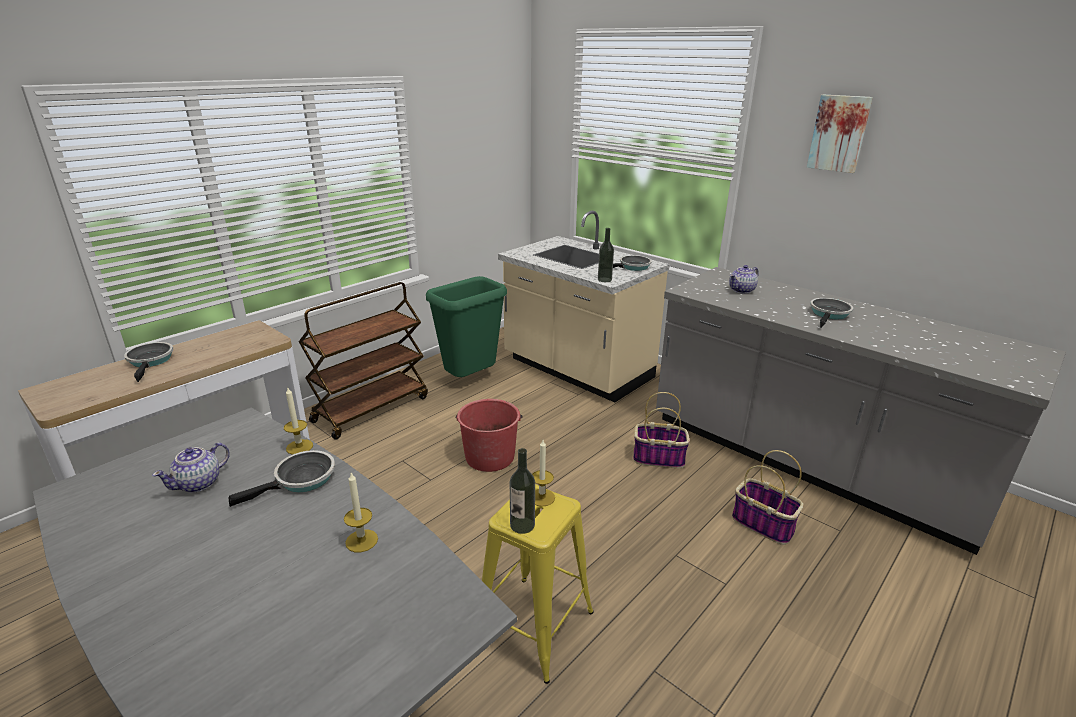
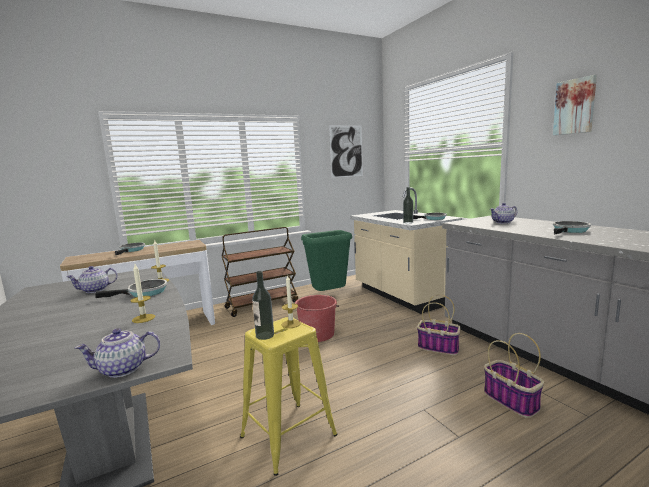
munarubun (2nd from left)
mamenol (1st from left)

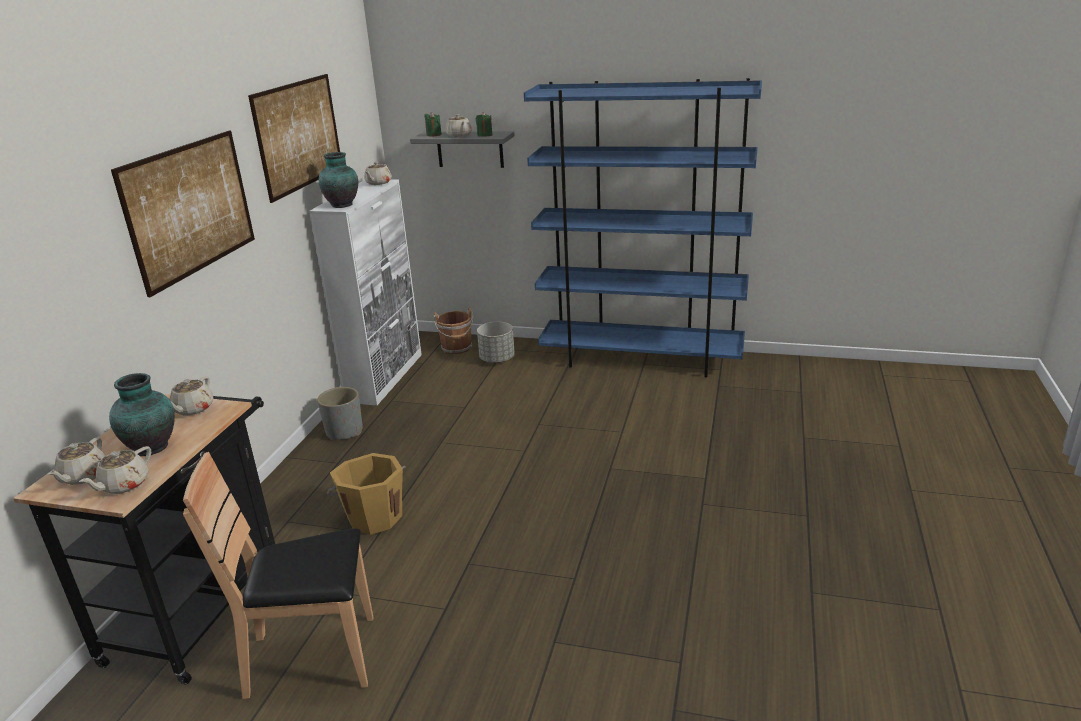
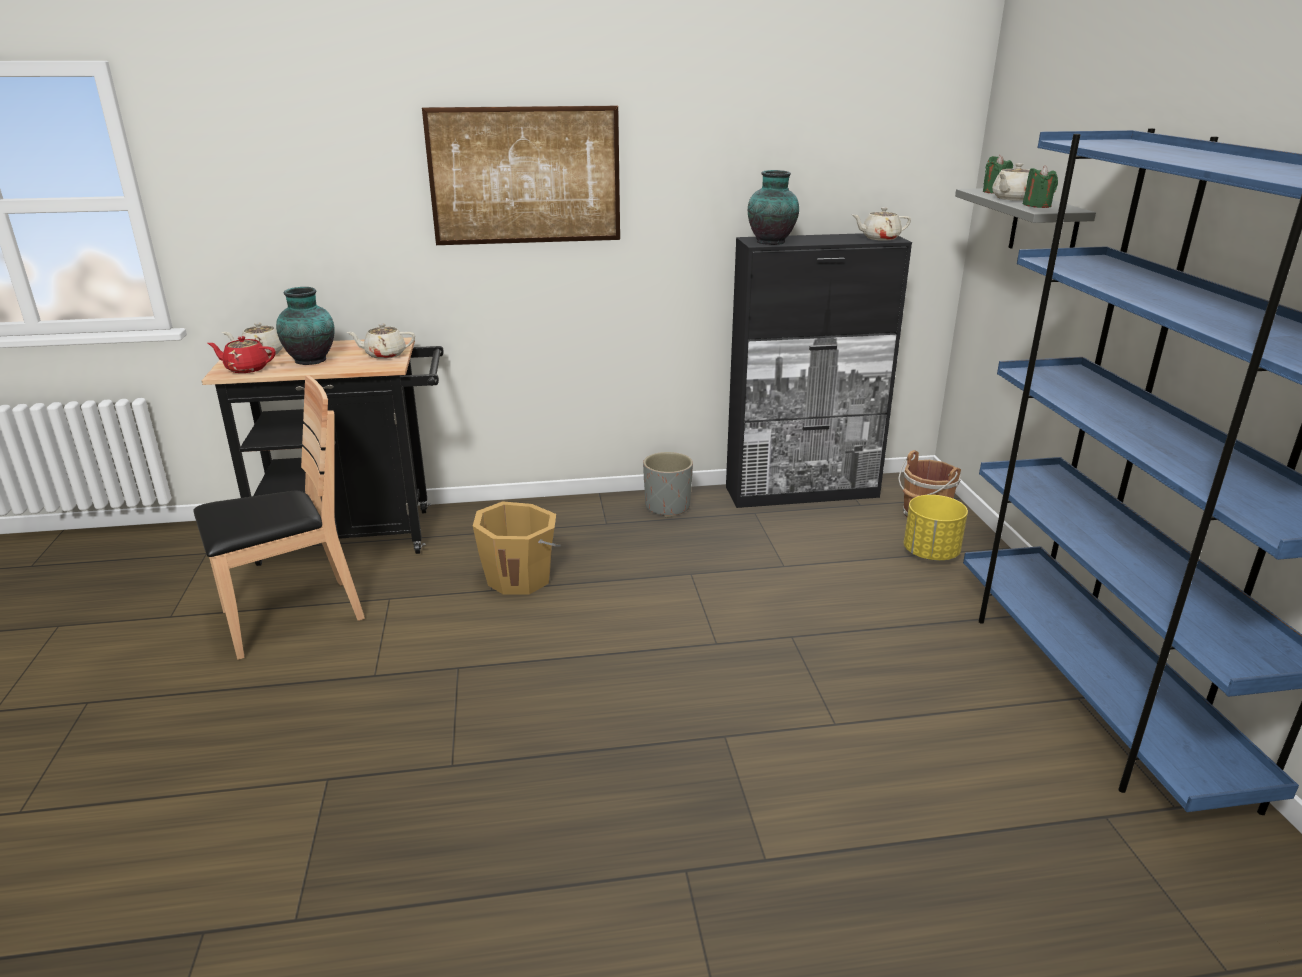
mamenol (2nd from left in the first image)
munarubun (red)
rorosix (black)
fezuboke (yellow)
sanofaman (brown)

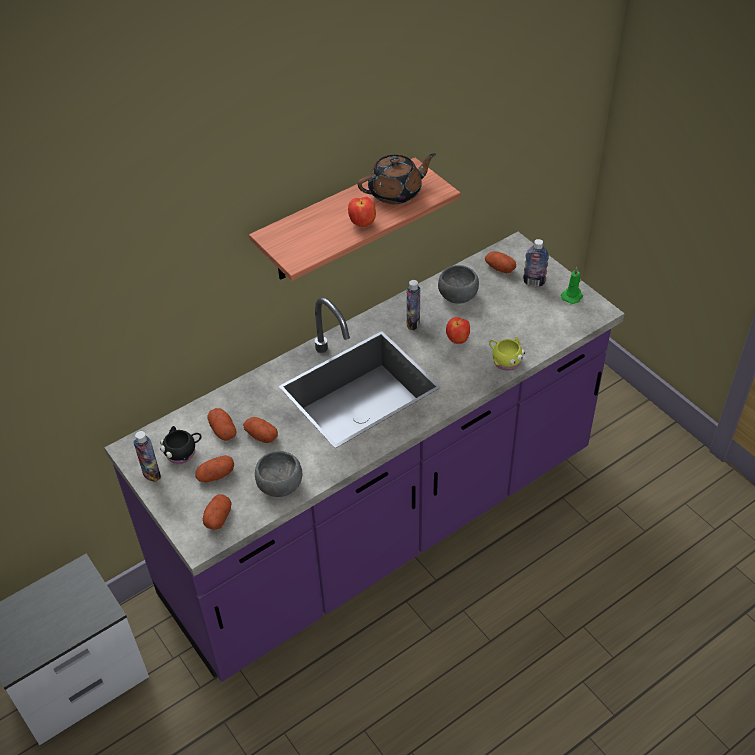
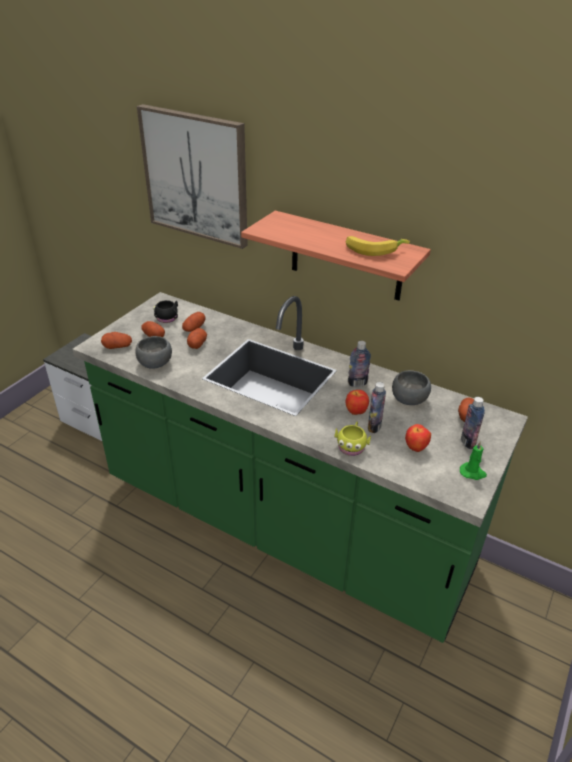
mamenol
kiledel (2nd from left)
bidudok (2nd from left)
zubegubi
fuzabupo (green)

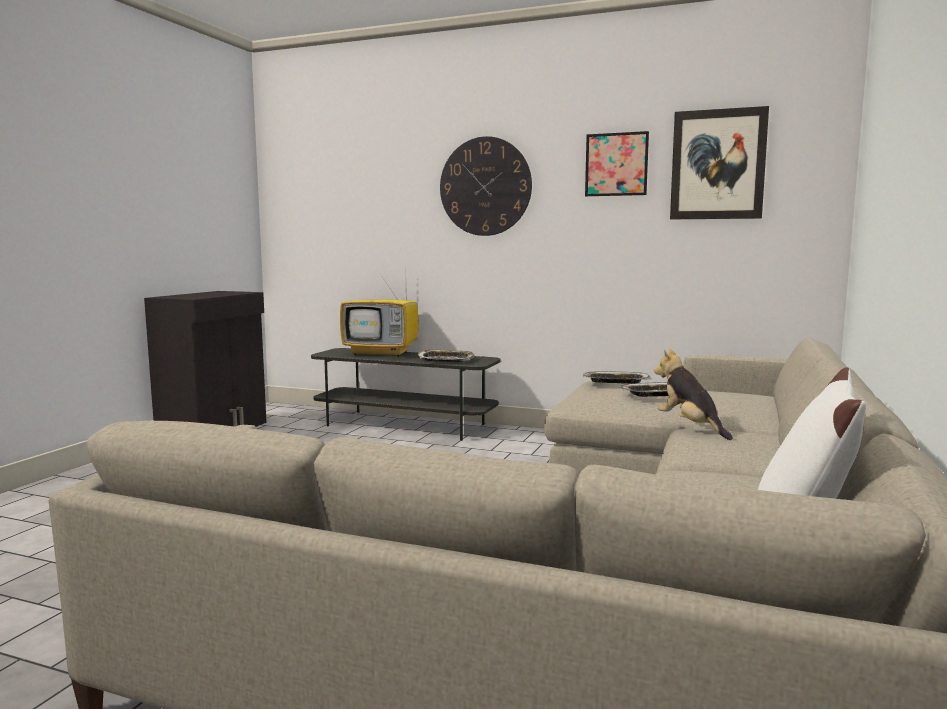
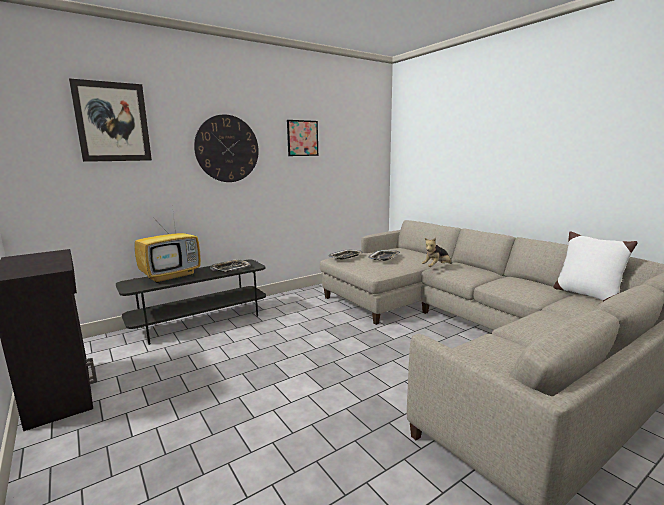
mamenol (1st from left)
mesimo

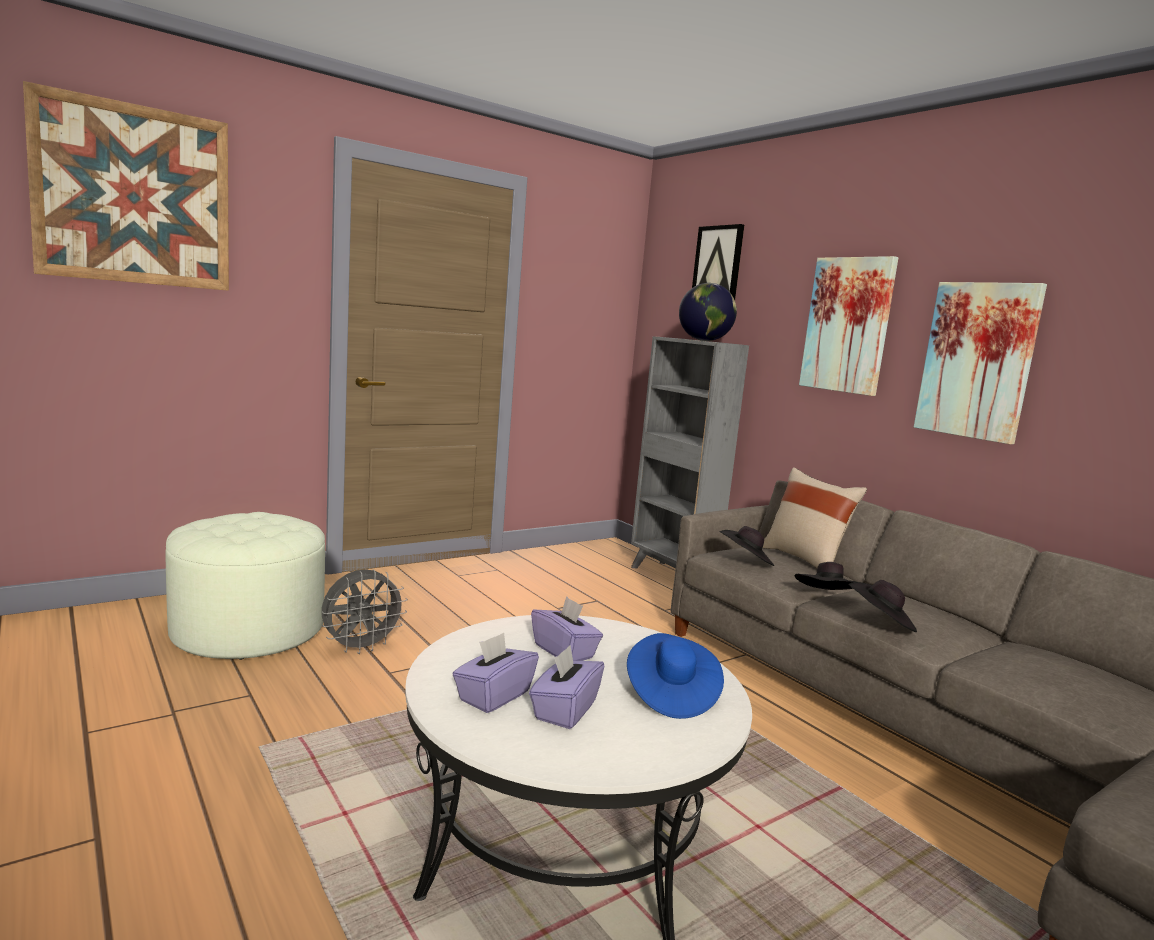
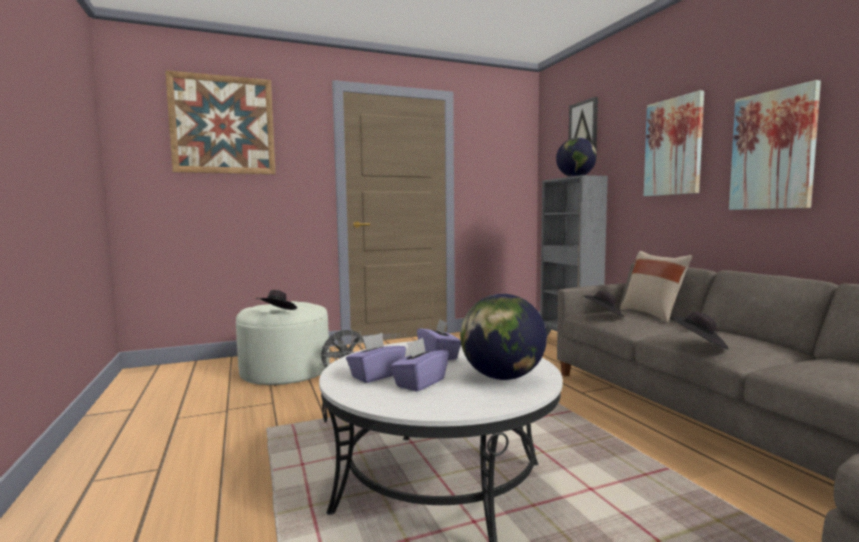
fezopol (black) (1st from left)
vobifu (1st from left)

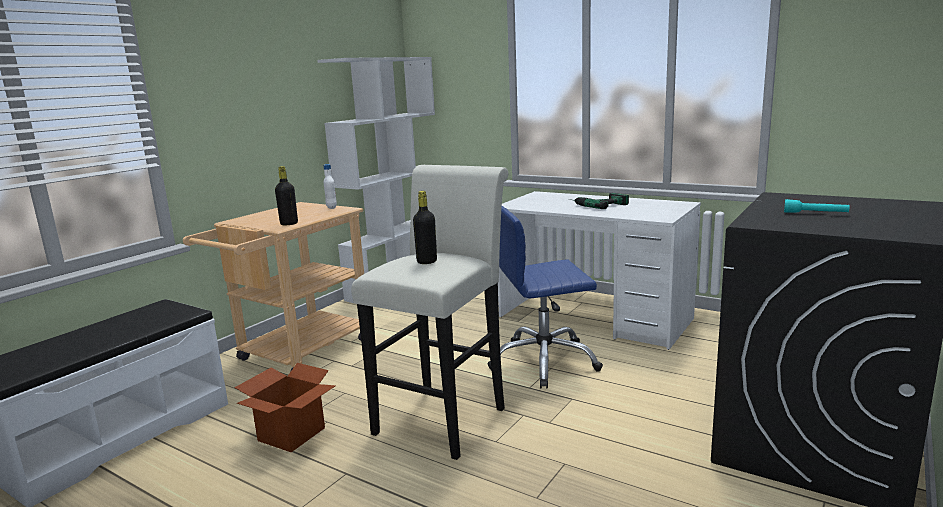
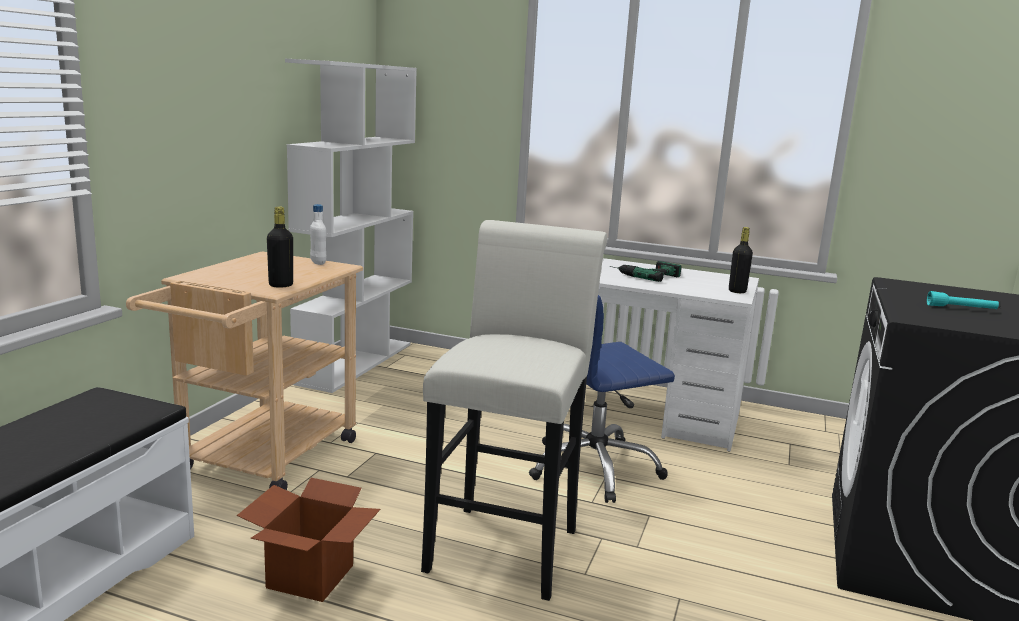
kiledel (black) (2nd from left)

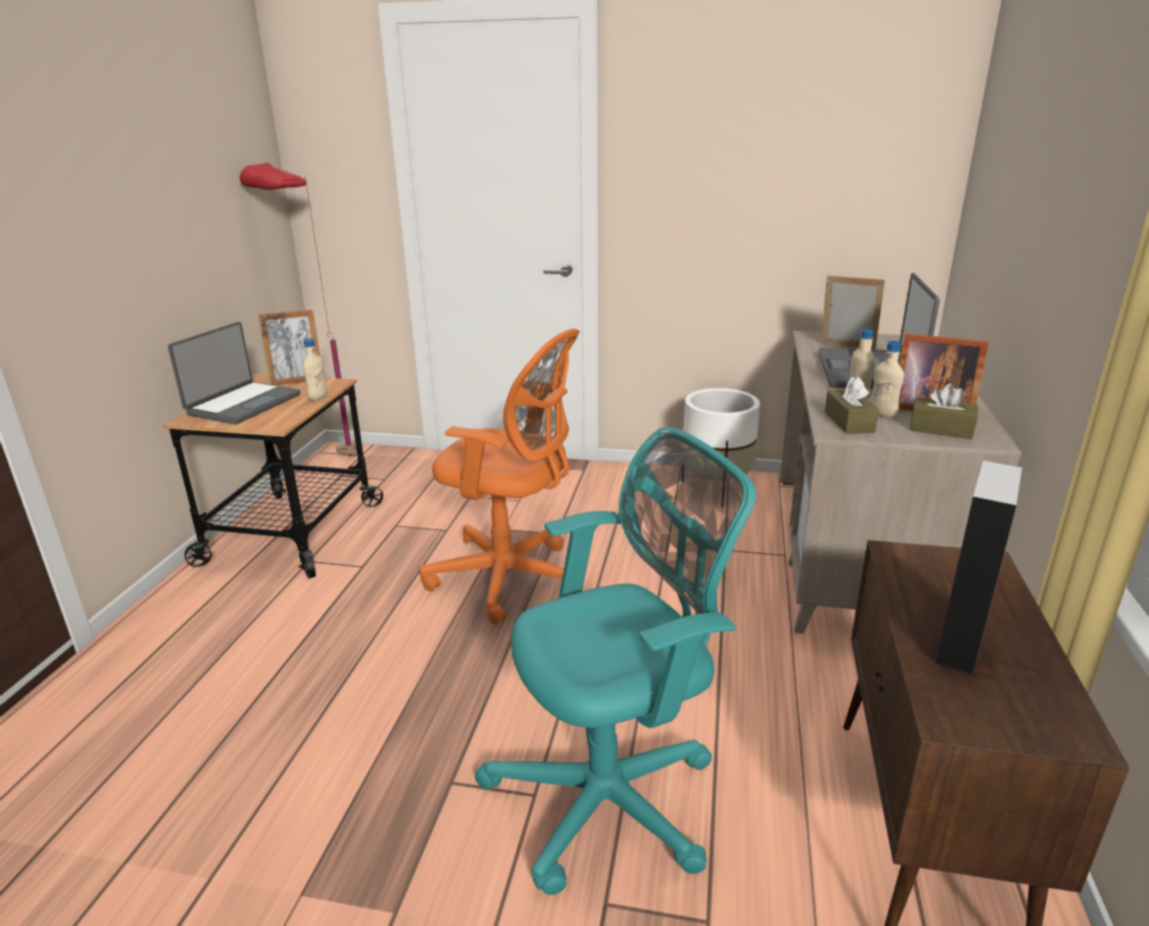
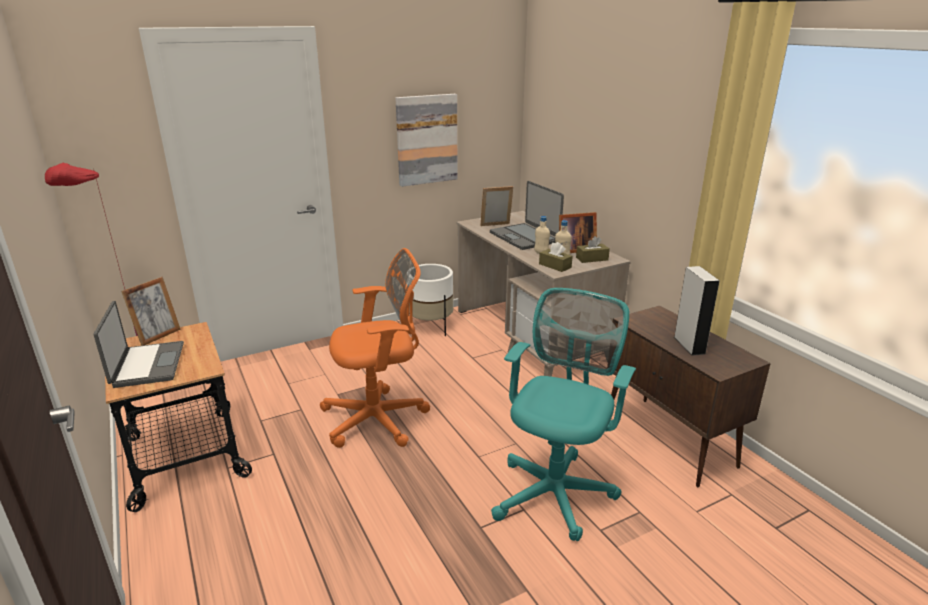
kiledel (beige) (1st from left in the first image)
mamenol

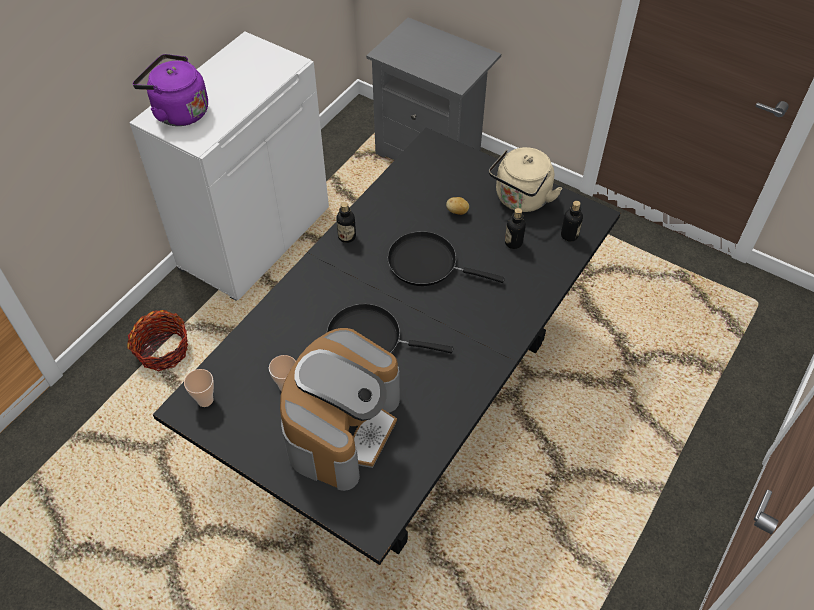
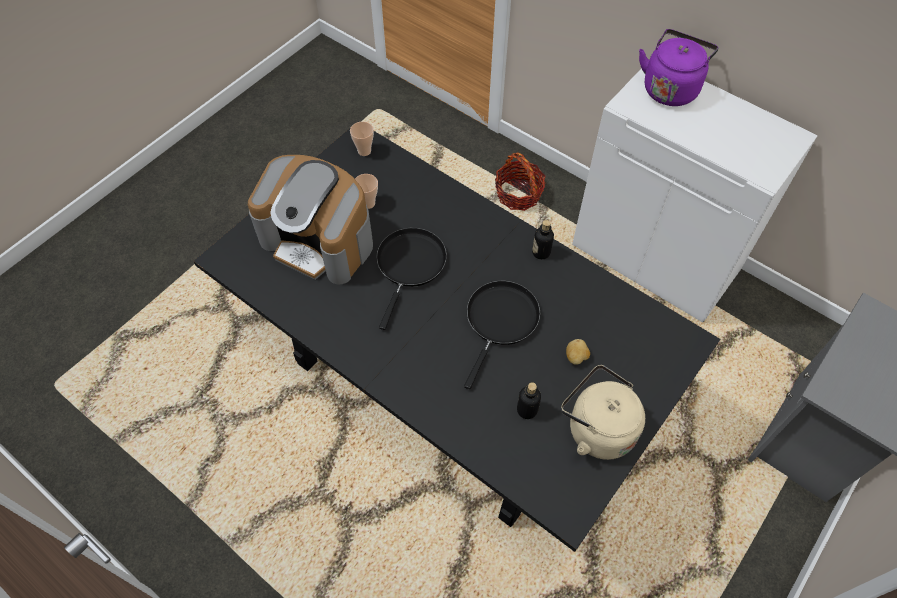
kiledel (3rd from left in the first image)

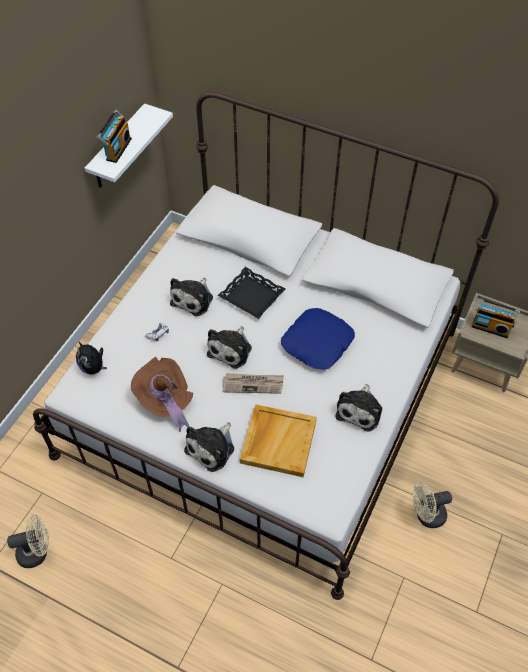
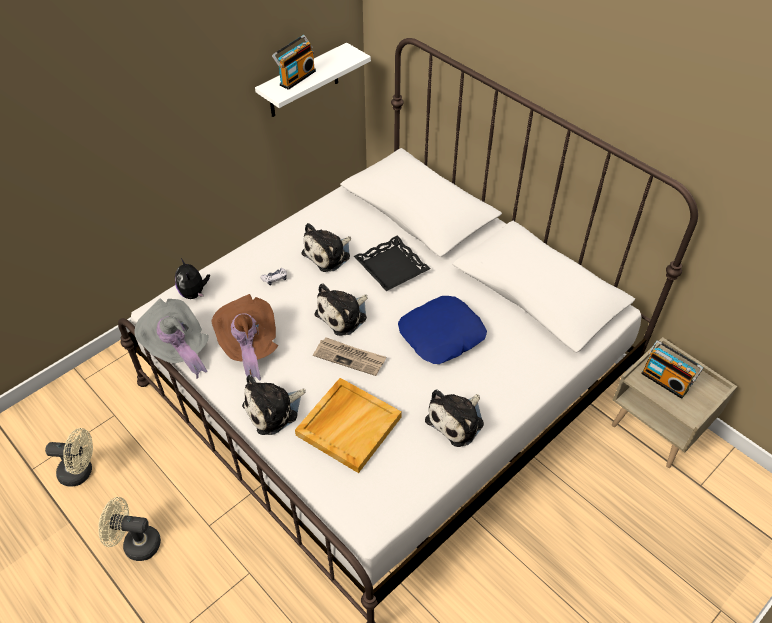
fezopol (grey)
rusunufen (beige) (2nd from left)

